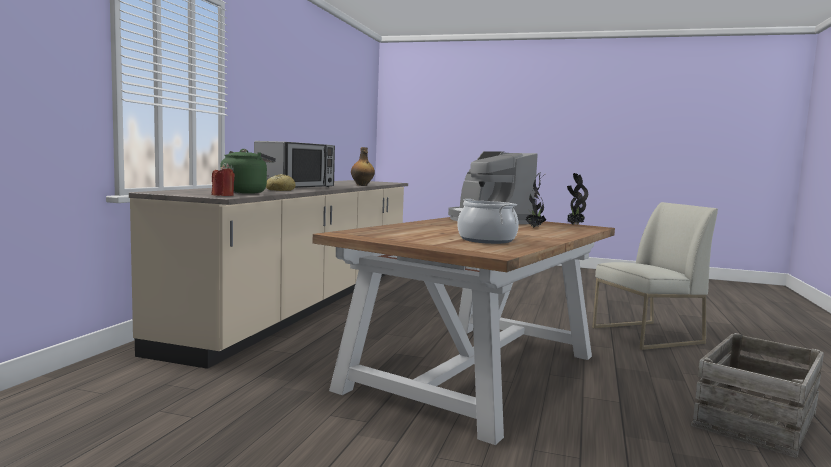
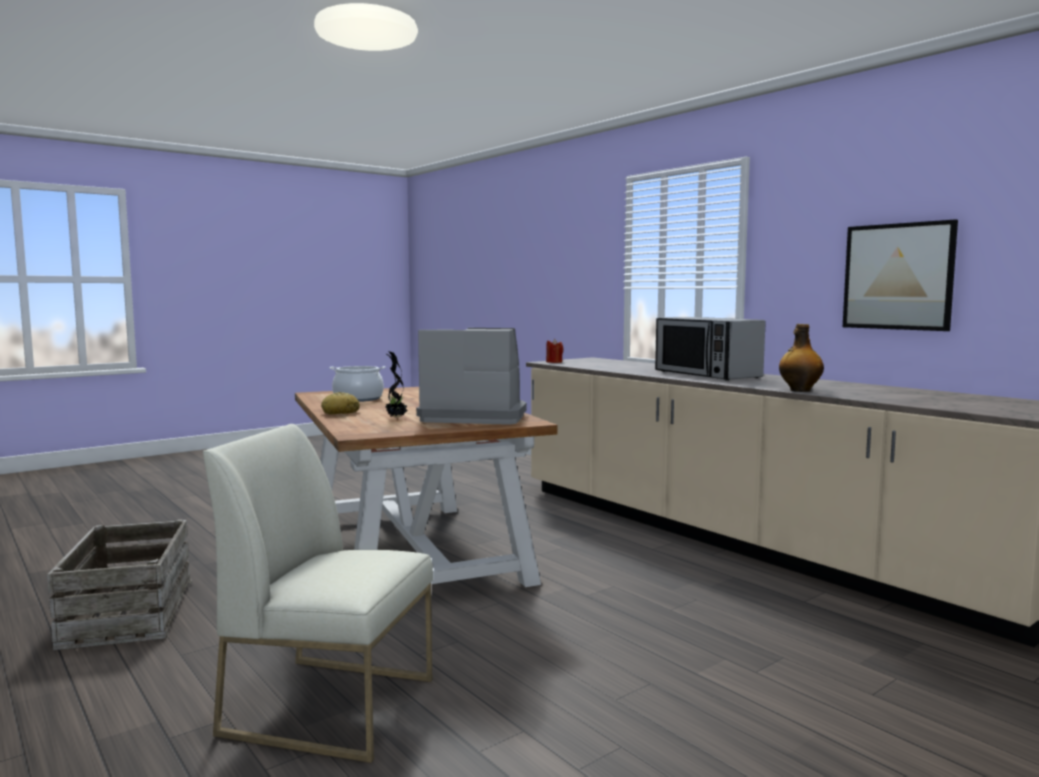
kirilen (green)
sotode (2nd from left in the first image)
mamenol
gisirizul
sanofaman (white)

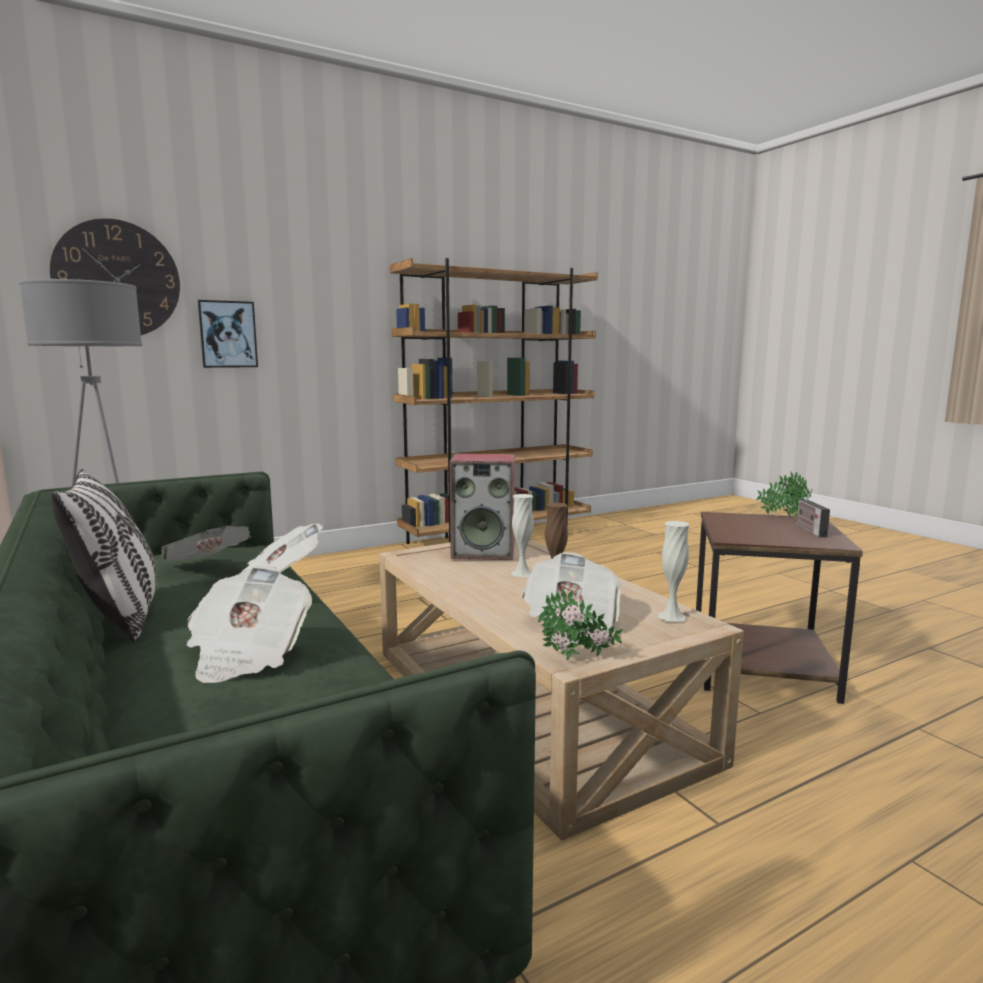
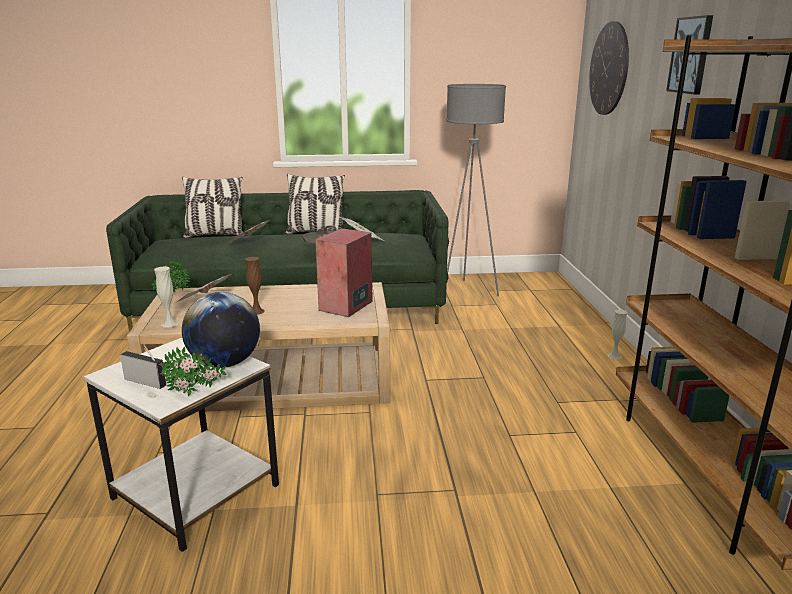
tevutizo (1st from left)
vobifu
mamenol
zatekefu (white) (2nd from left)
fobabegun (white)

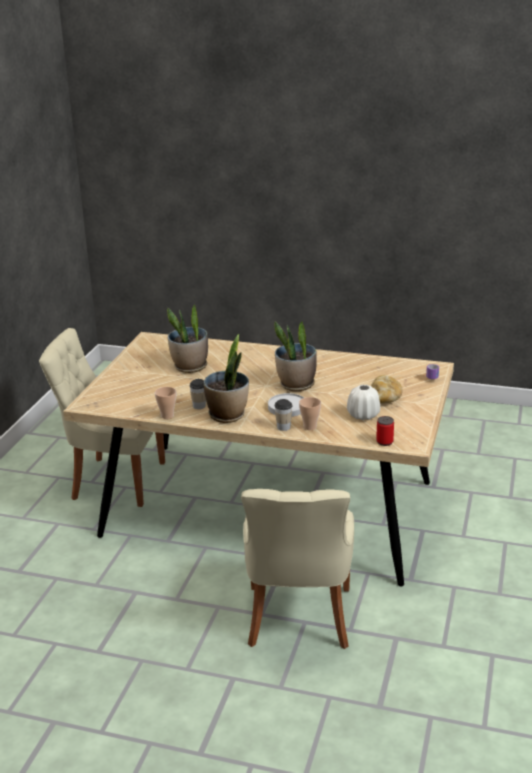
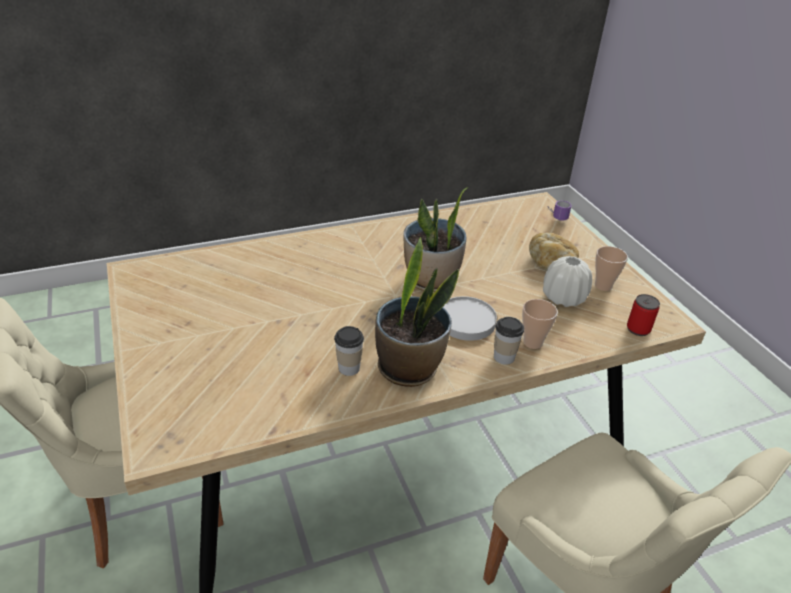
sotode (1st from left in the first image)
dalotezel (4th from left)

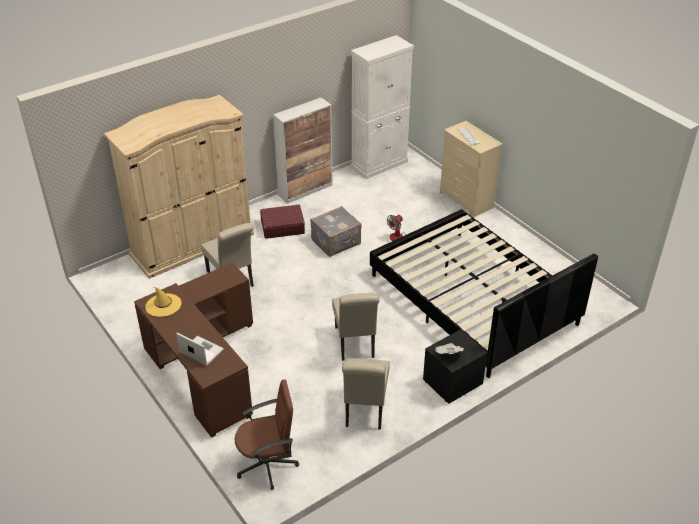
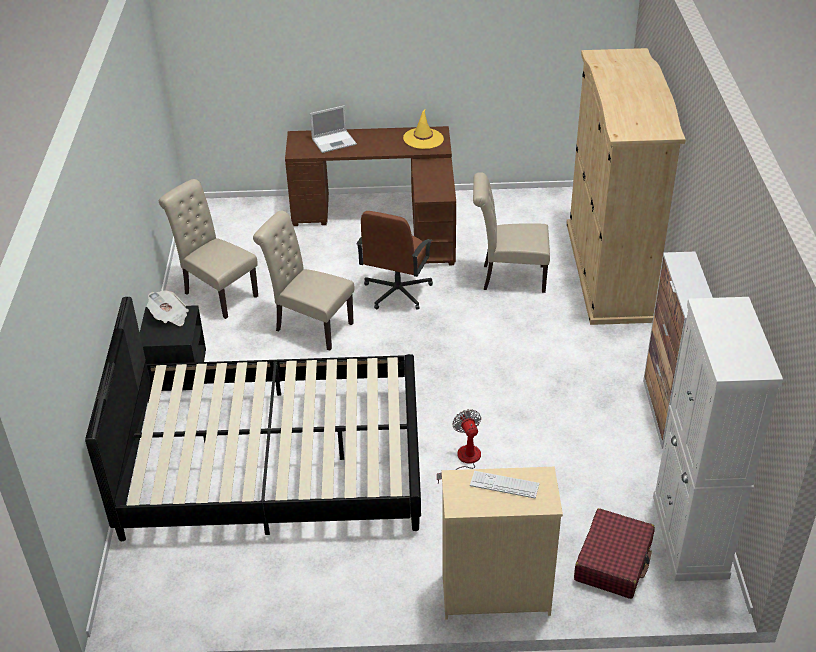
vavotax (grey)
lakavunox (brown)
vavotax (red)

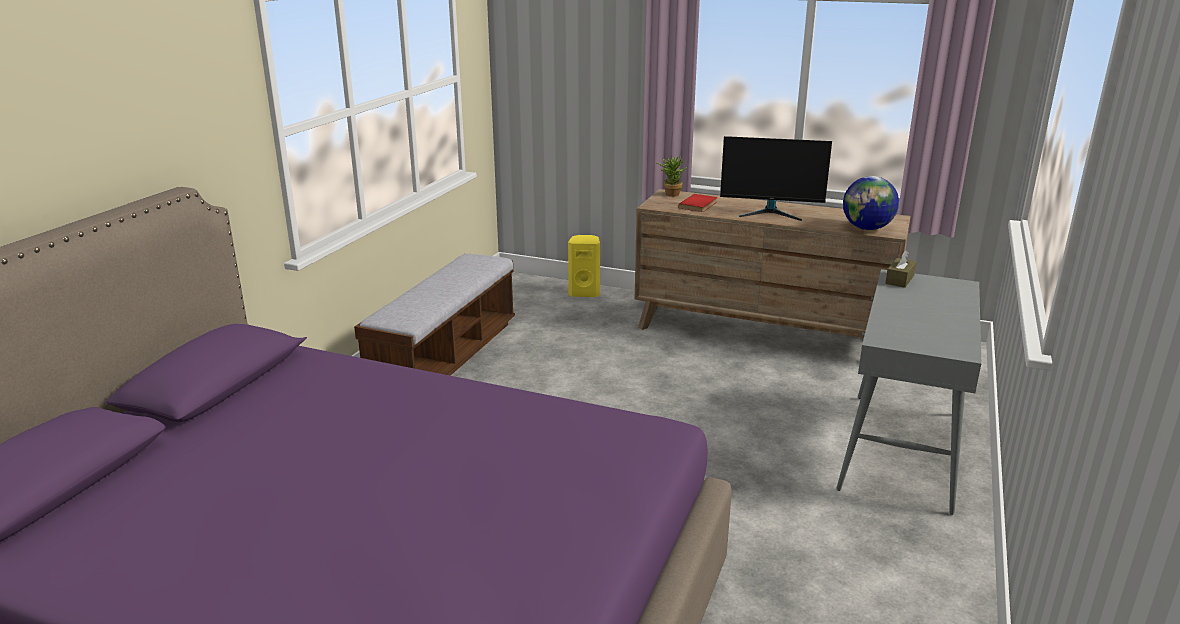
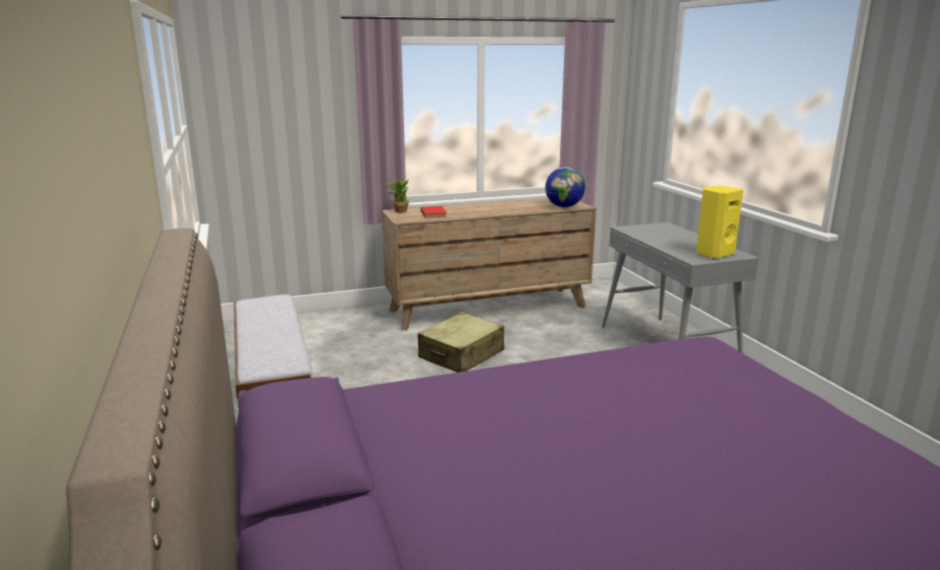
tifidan
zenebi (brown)
vavotax (beige)
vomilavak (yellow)

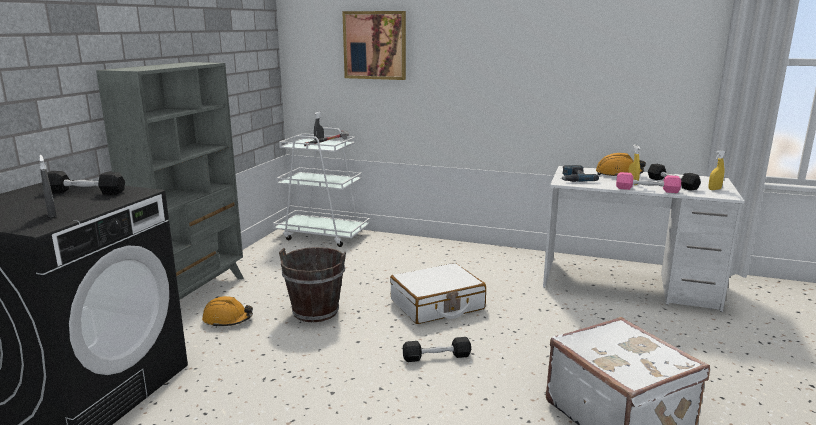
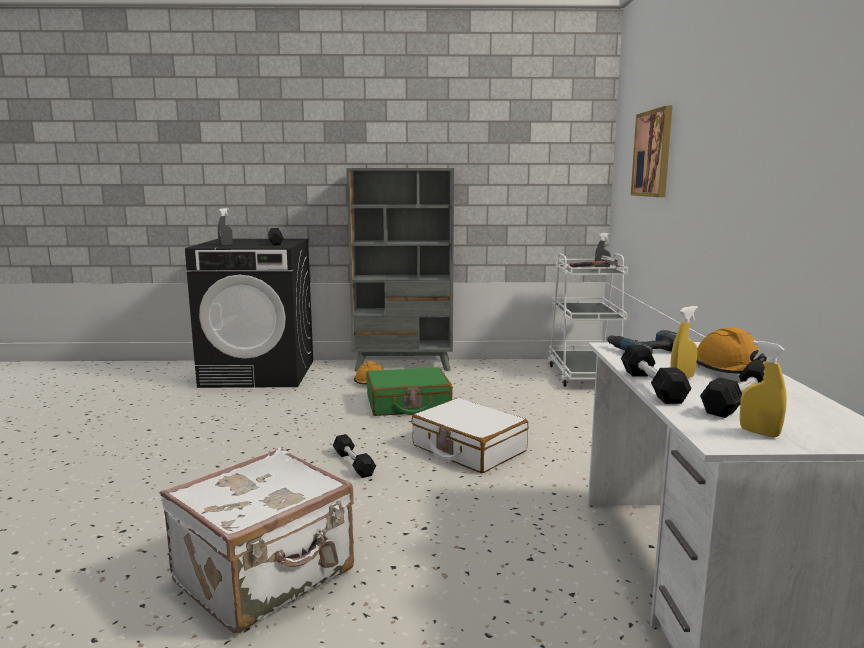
vavotax (green)
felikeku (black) (3rd from left)

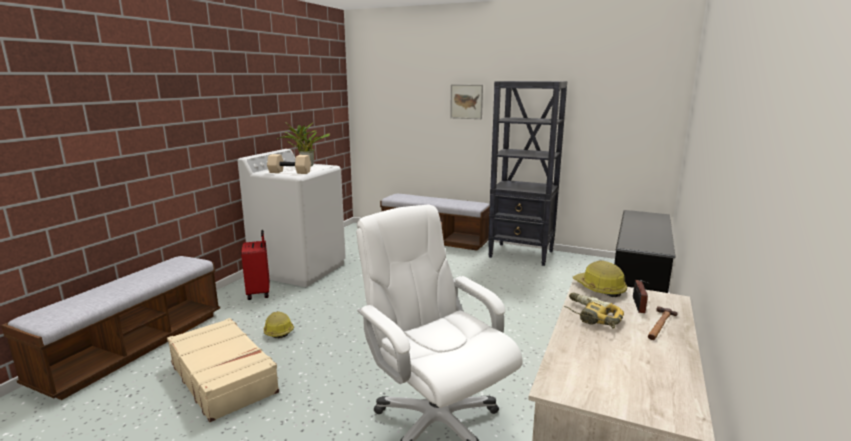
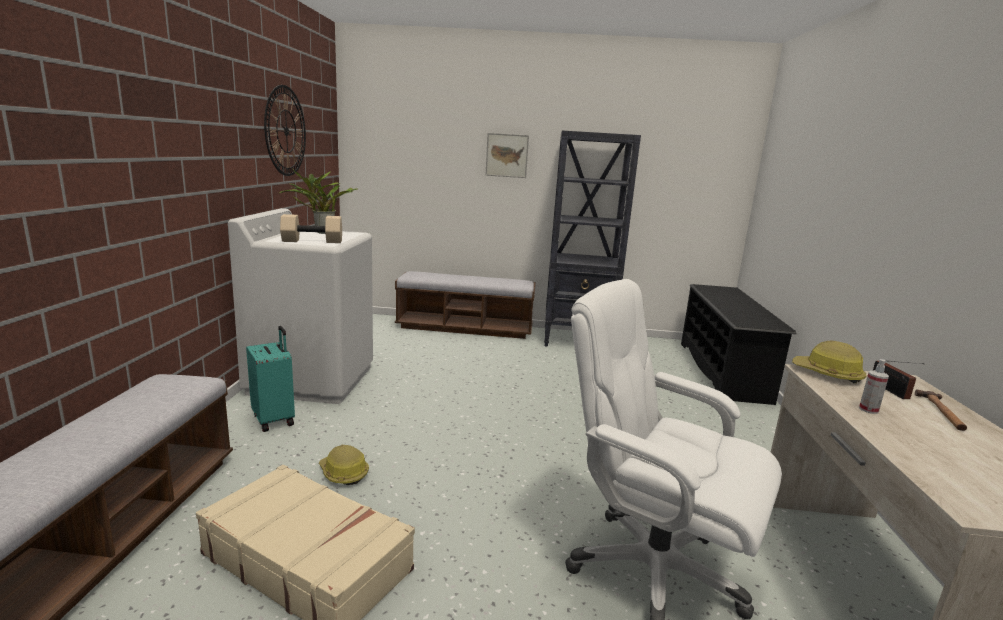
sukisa
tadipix
vavotax (turquoise)

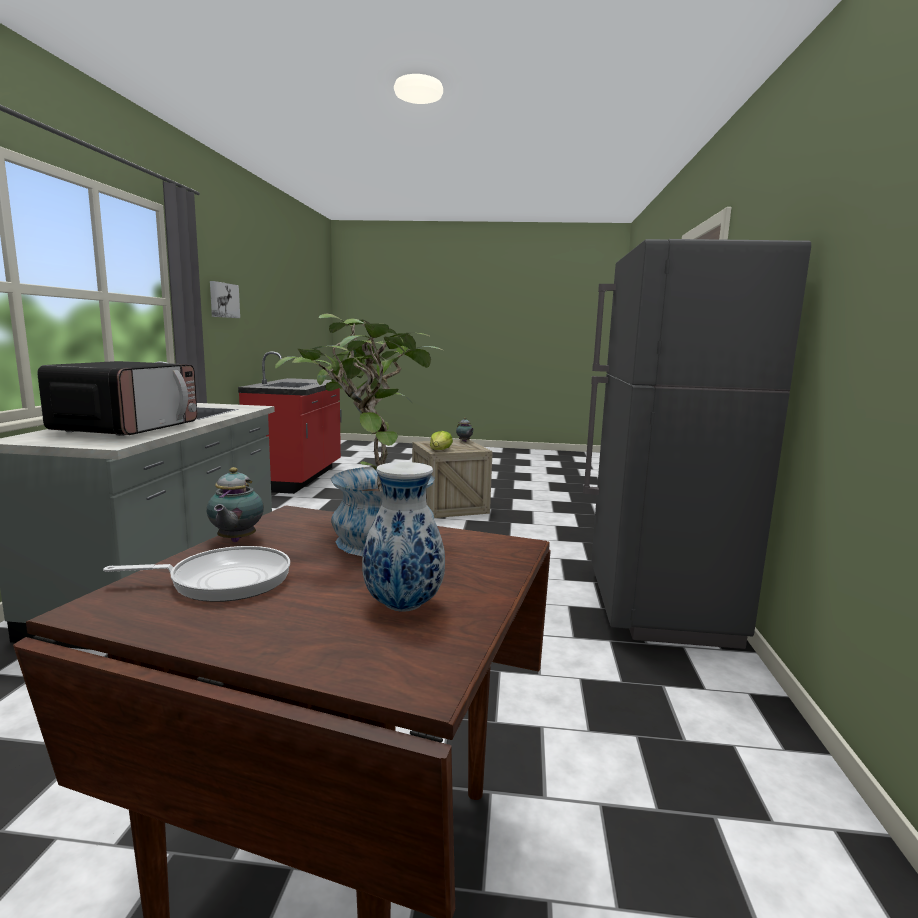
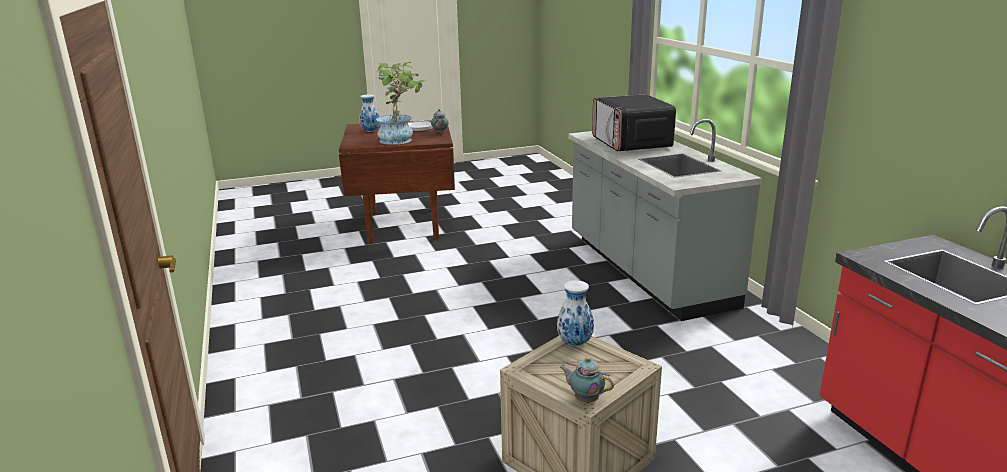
mamenol
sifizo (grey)
zatekefu (2nd from left)

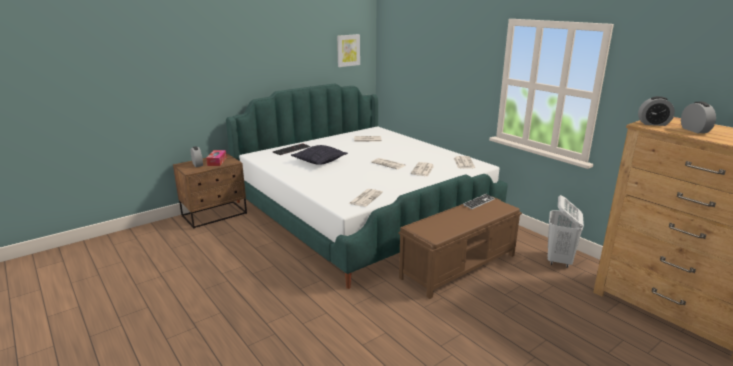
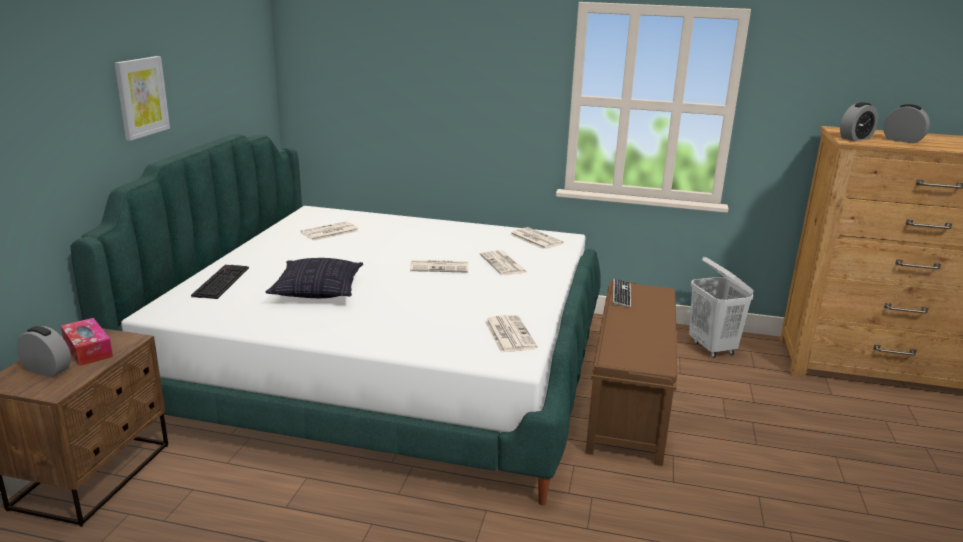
mamenol

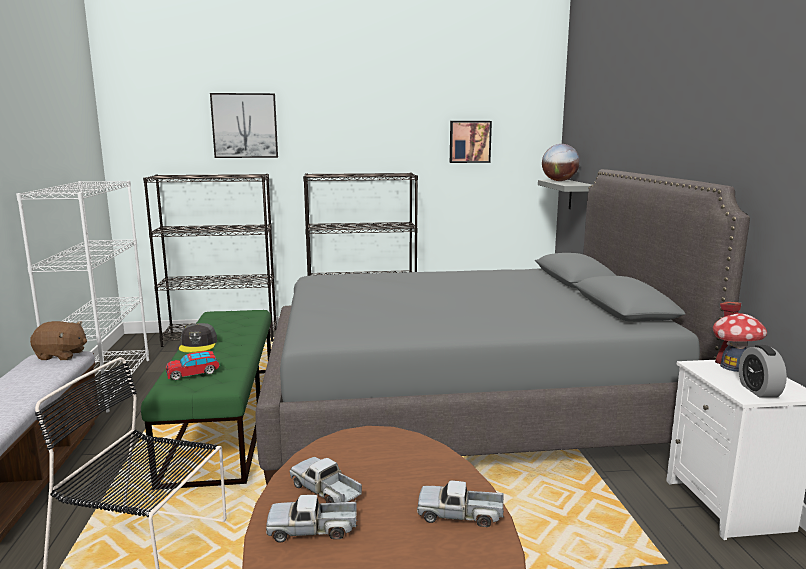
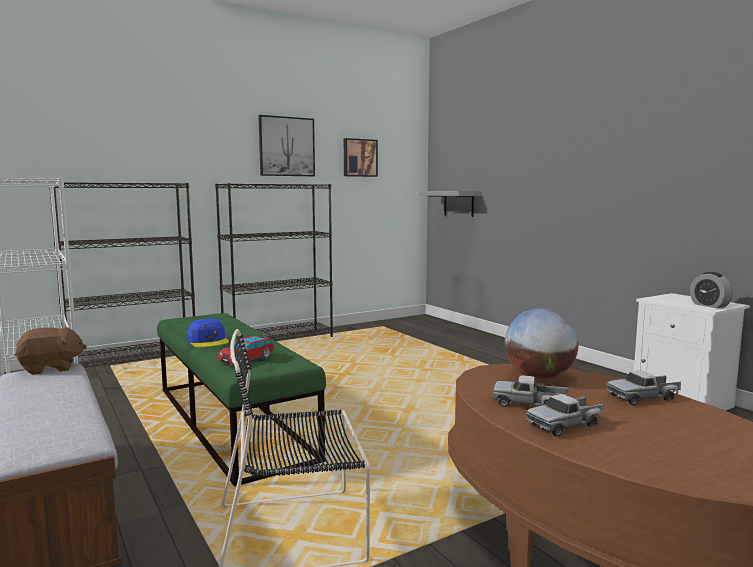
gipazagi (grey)
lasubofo
mamenol (1st from left)
vobifu
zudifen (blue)

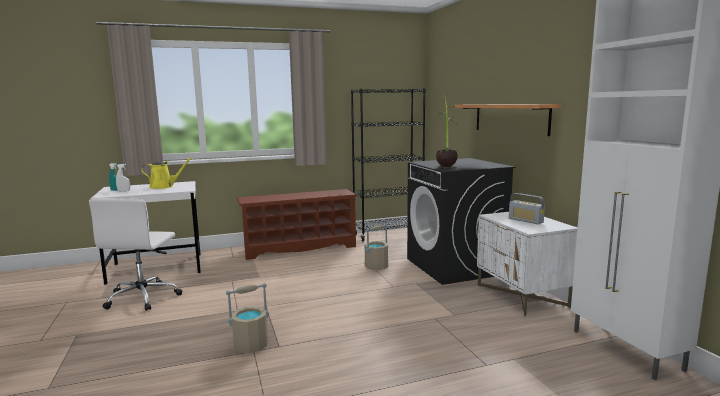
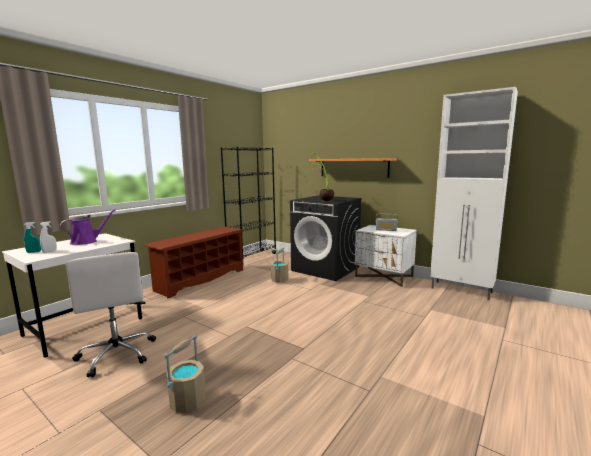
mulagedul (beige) (1st from left)
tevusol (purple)

